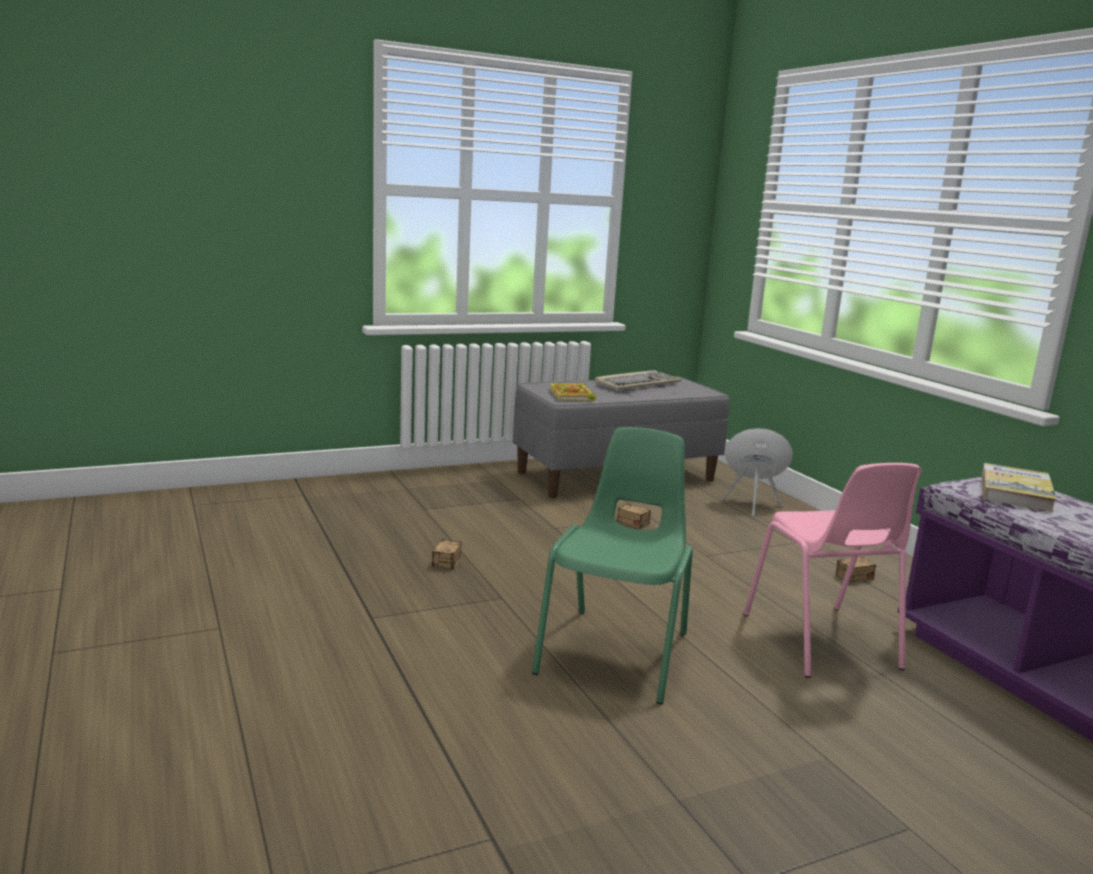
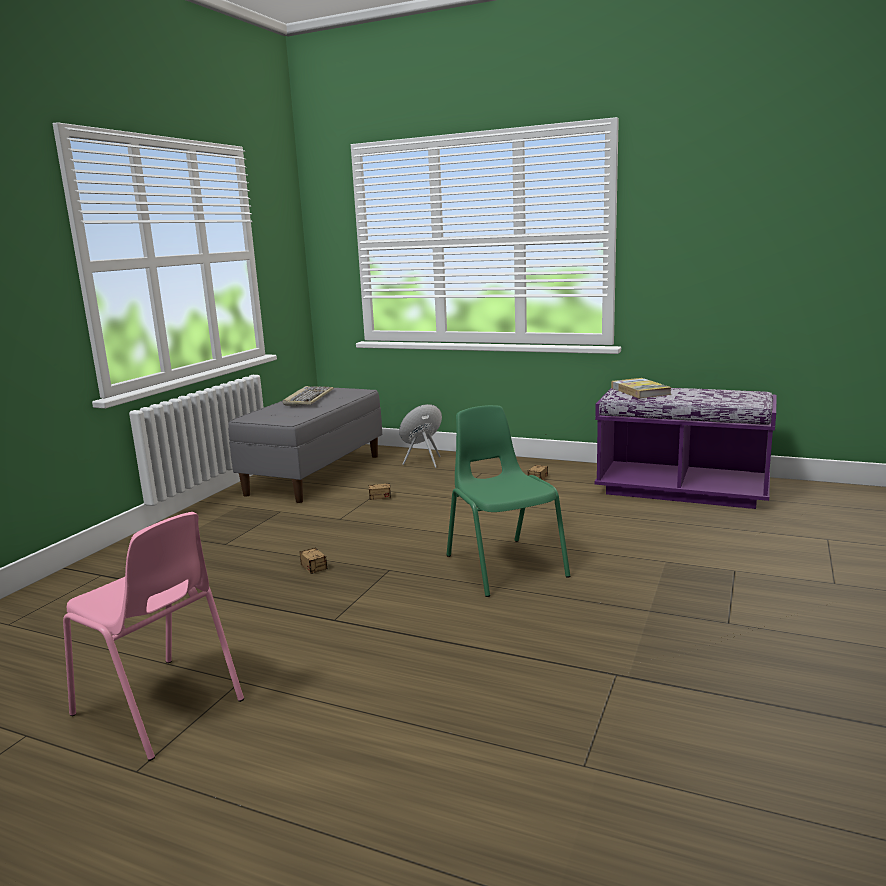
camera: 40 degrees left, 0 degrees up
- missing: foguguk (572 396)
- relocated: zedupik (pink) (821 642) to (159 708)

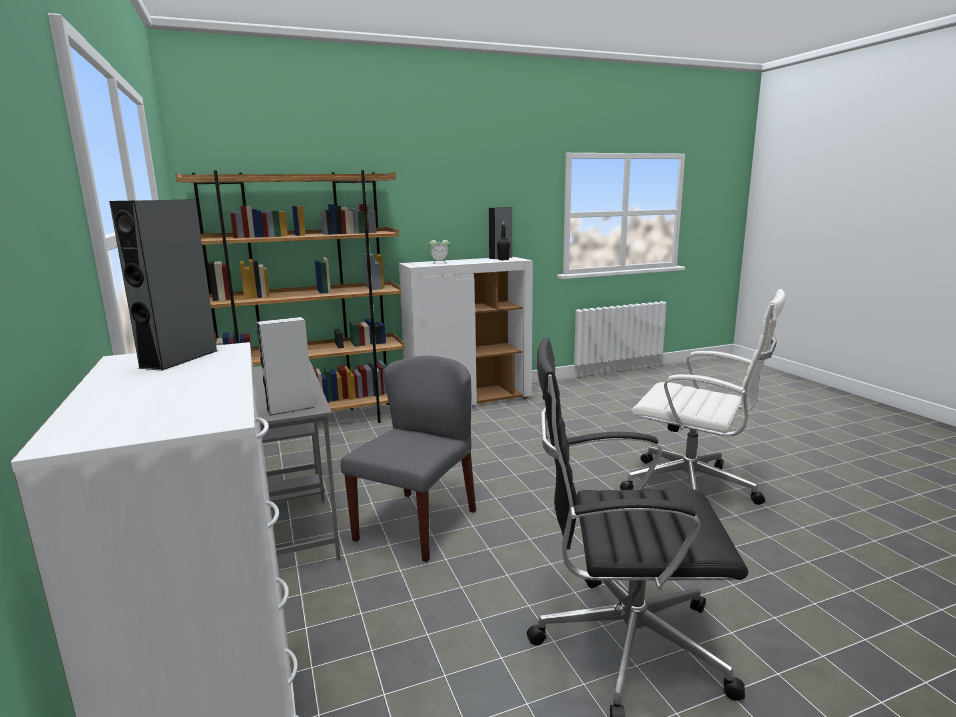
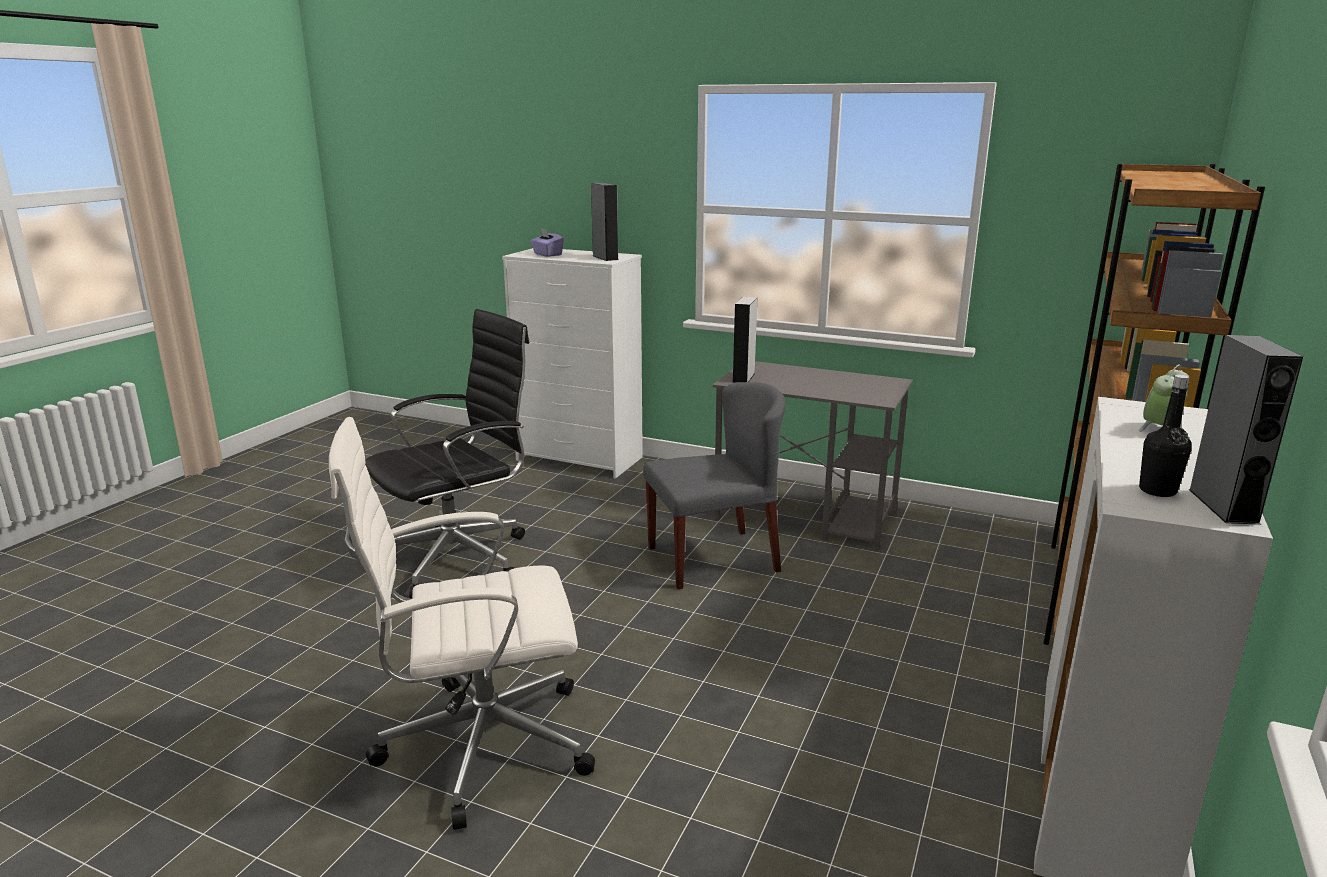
camera: 135 degrees right, 5 degrees up
- spun: zedupik (grey) (416 524) = (713 558) 90 degrees counterclockwise
- appeared: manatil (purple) (547 254)

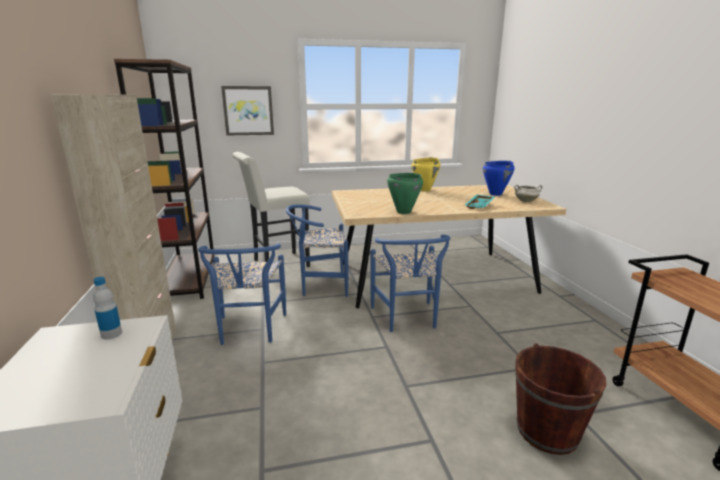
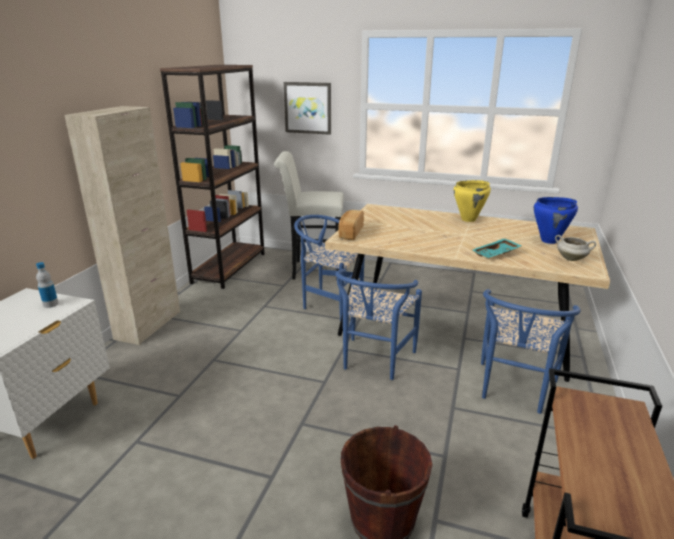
camera: 30 degrees right, 5 degrees up
- relocated: zedupik (blue) (249 331) to (513 391)
- missing: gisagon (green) (403 212)
- appeared: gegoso (350 233)

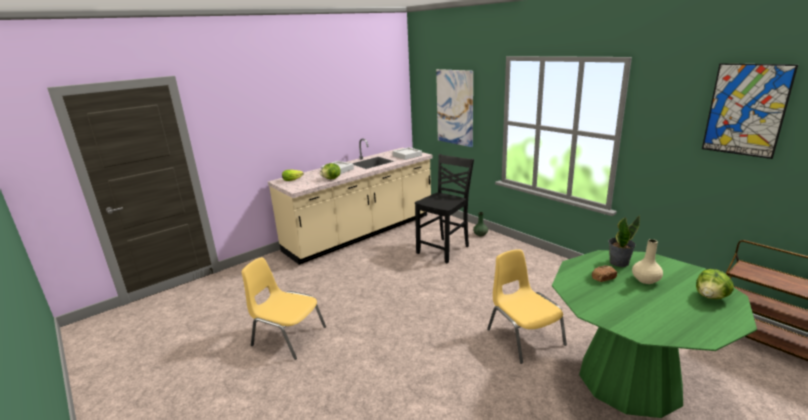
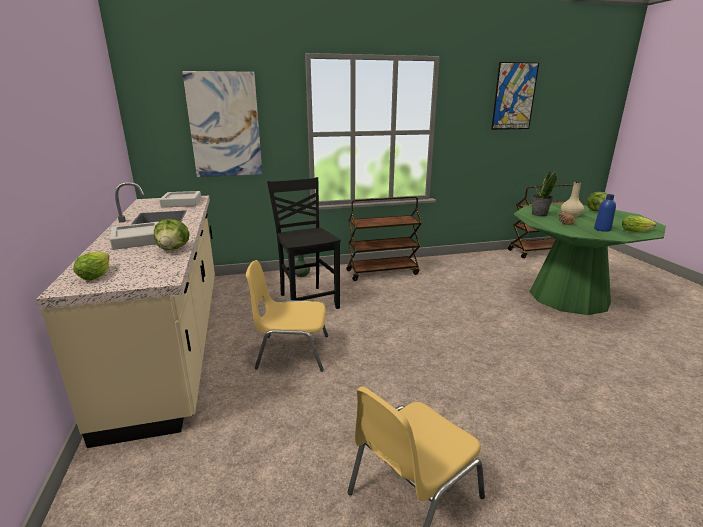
camera: 65 degrees left, 0 degrees up
- relocated: zedupik (yellow) (524 336) to (292 352)
- appeared: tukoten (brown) (382 272)
- appeared: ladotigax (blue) (602 229)
- appeared: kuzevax (637 231)

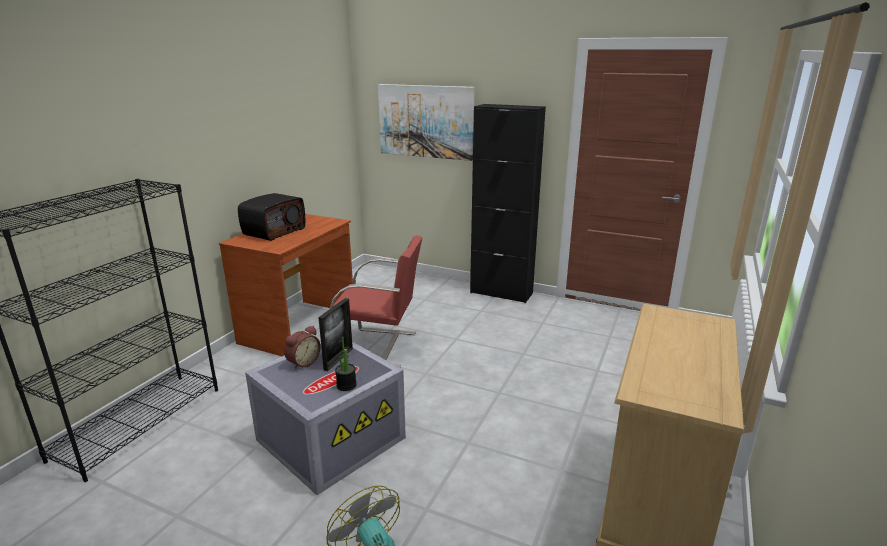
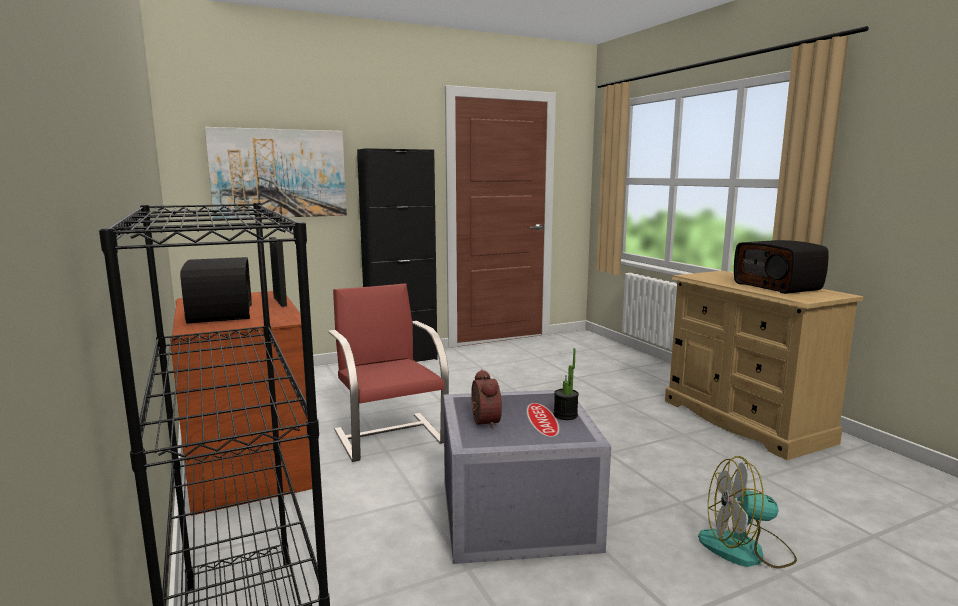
camera: 50 degrees left, 10 degrees down
- relocated: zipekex (338 359) to (280 301)
- spun: zedupik (red) (380 347) = (389 435) 75 degrees counterclockwise
- appeared: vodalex (778 286)

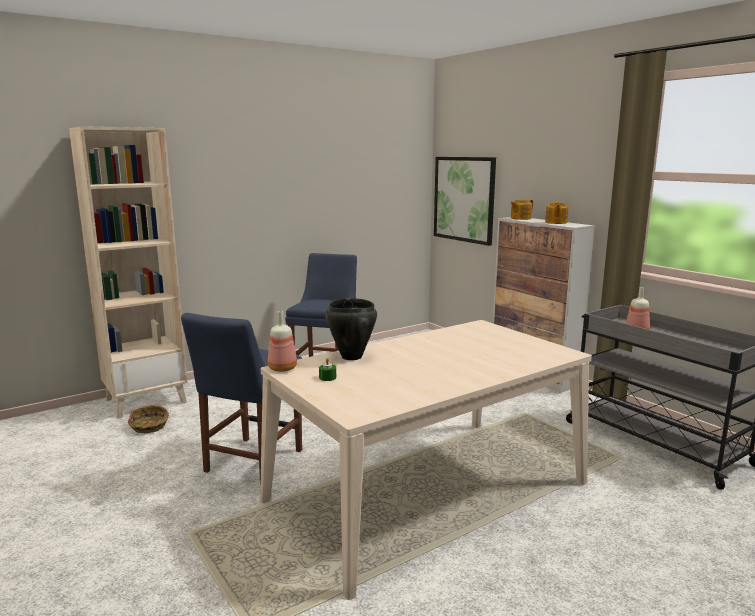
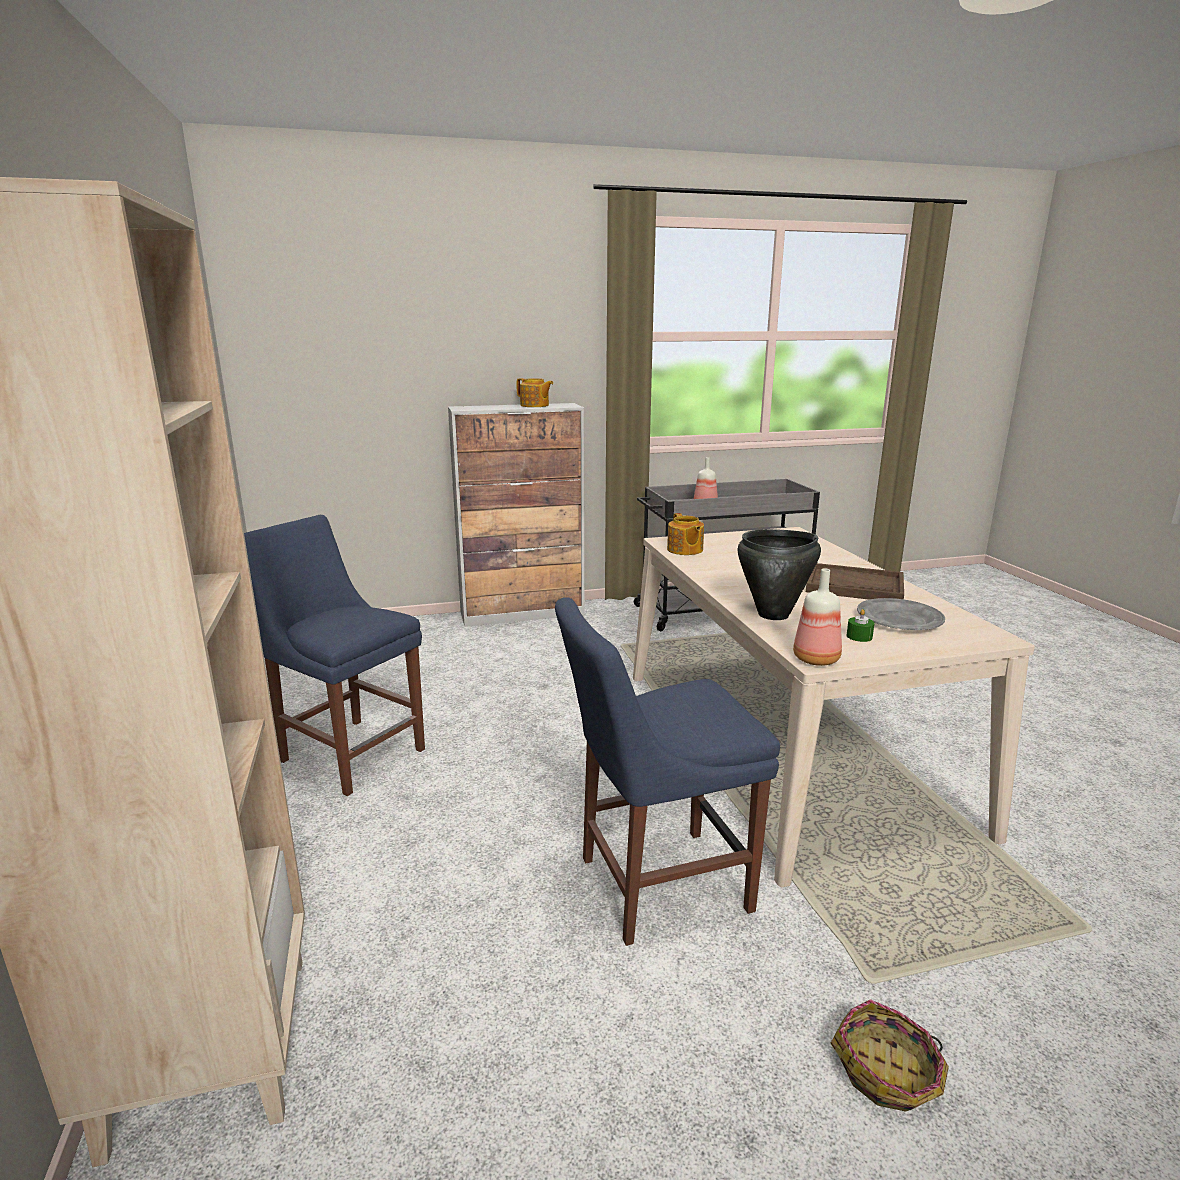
camera: 70 degrees left, 5 degrees up
- relocated: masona (149 427) to (888 1071)
- spun: zedupik (blue) (250 463) = (655 885) 120 degrees clockwise
- missing: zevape (464 199)
- relocated: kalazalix (520 218) to (684 550)
- appeared: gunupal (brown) (855 586)
- appeared: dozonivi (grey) (898 619)

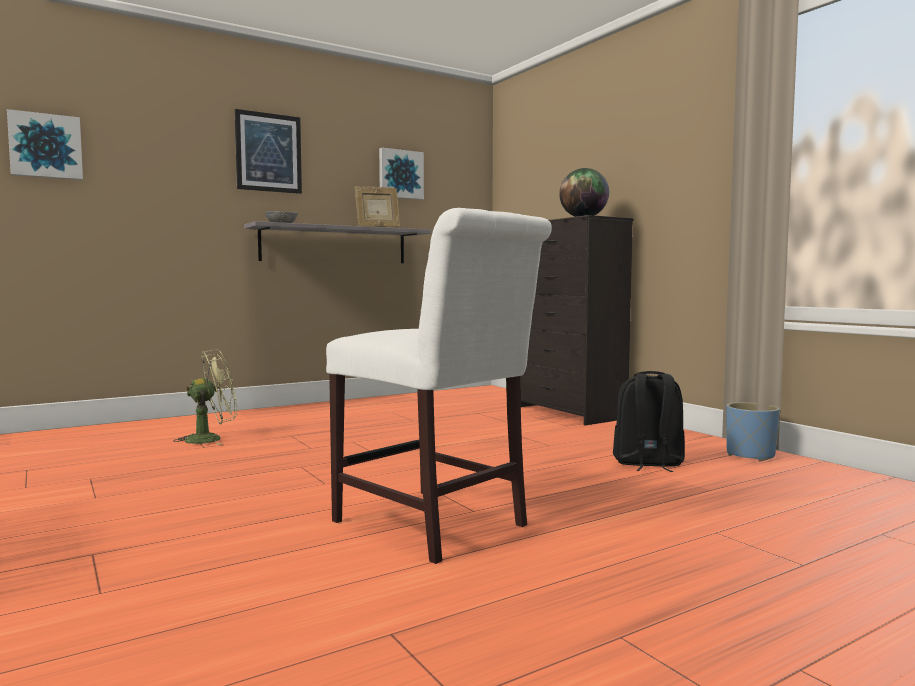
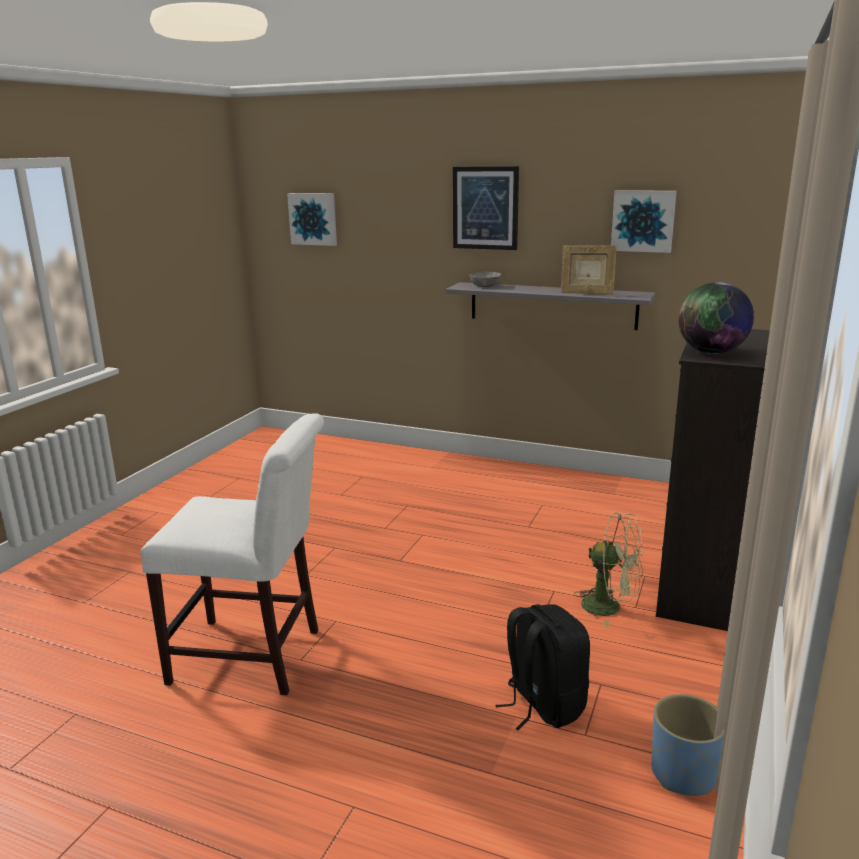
camera: 55 degrees right, 15 degrees up
- relocated: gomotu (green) (211 439) to (610 607)
- spun: zedupik (white) (436 526) = (254 657) 90 degrees counterclockwise

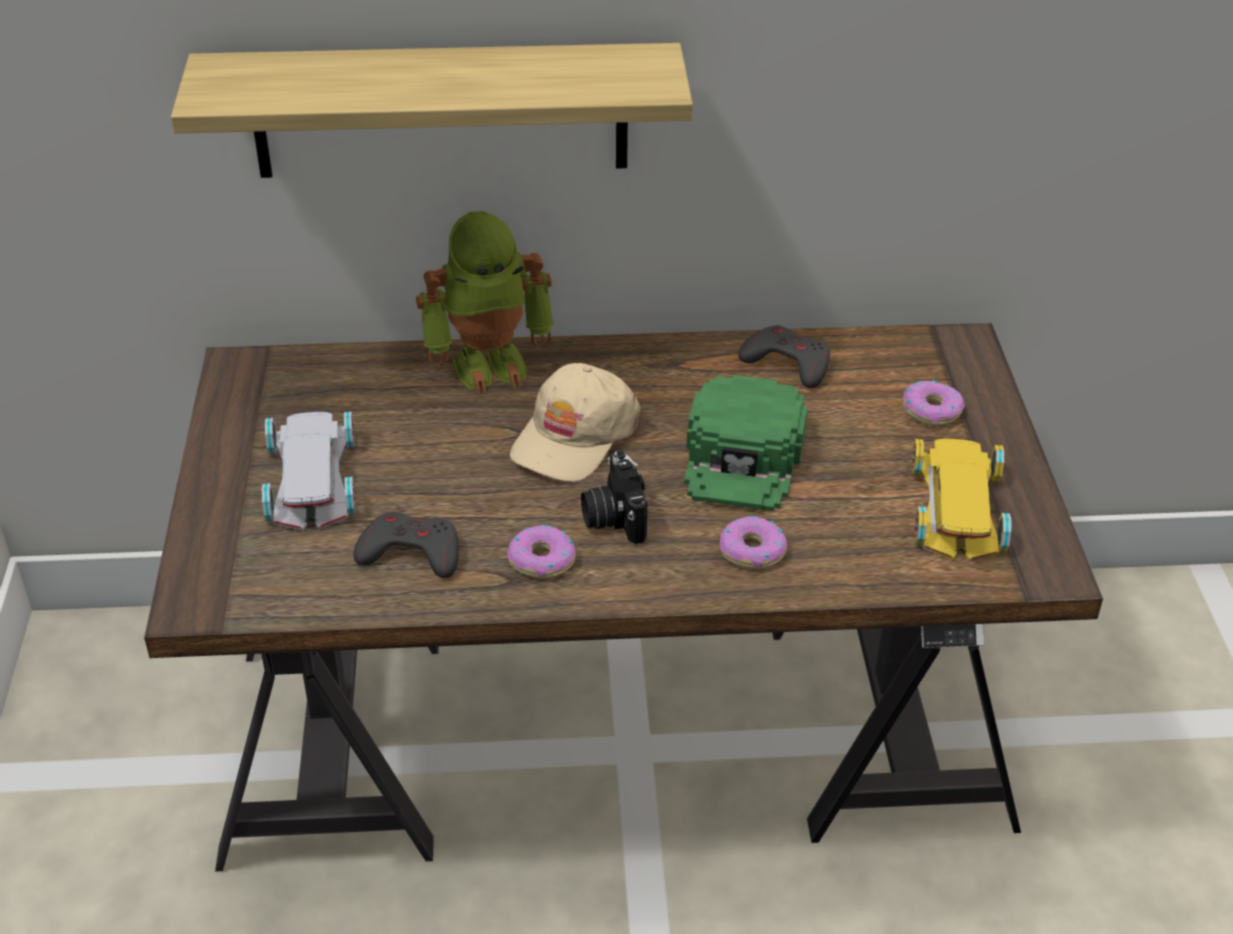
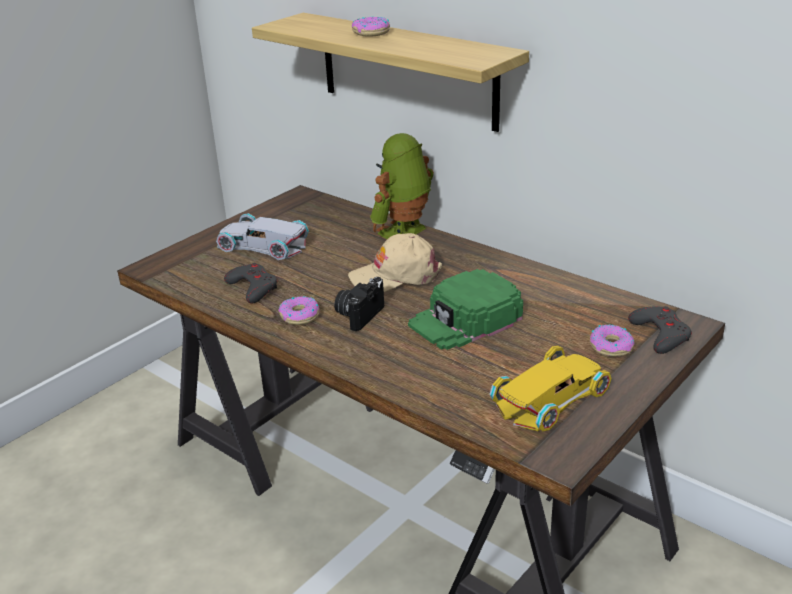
camera: 45 degrees right, 10 degrees down
- spun: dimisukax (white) (313 477) = (263 244) 105 degrees counterclockwise
- spun: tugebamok (489 363) = (405 233) 105 degrees clockwise
- relocated: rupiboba (752 551) to (371 33)
- relocated: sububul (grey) (787 363) to (660 334)

